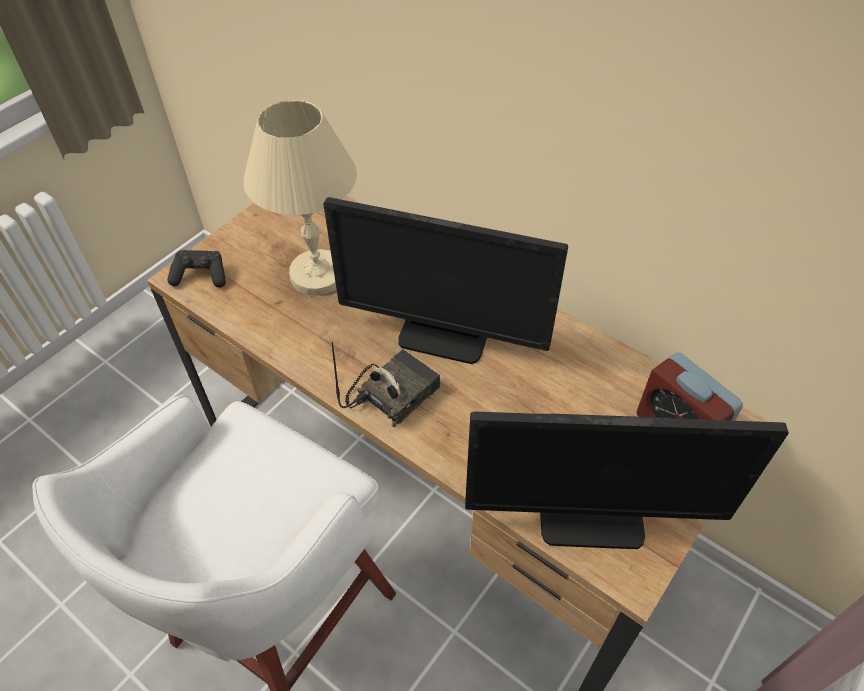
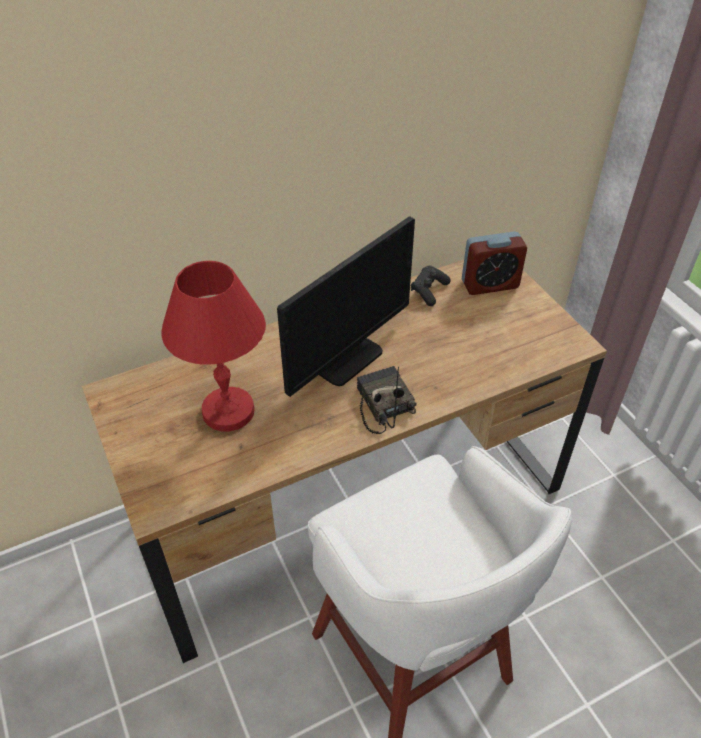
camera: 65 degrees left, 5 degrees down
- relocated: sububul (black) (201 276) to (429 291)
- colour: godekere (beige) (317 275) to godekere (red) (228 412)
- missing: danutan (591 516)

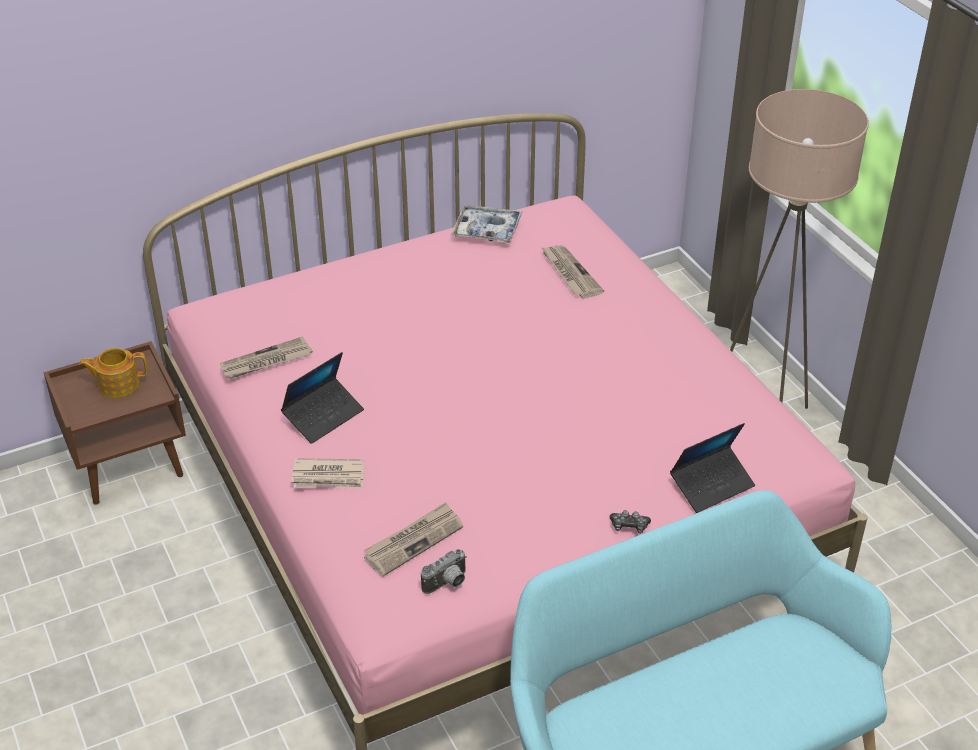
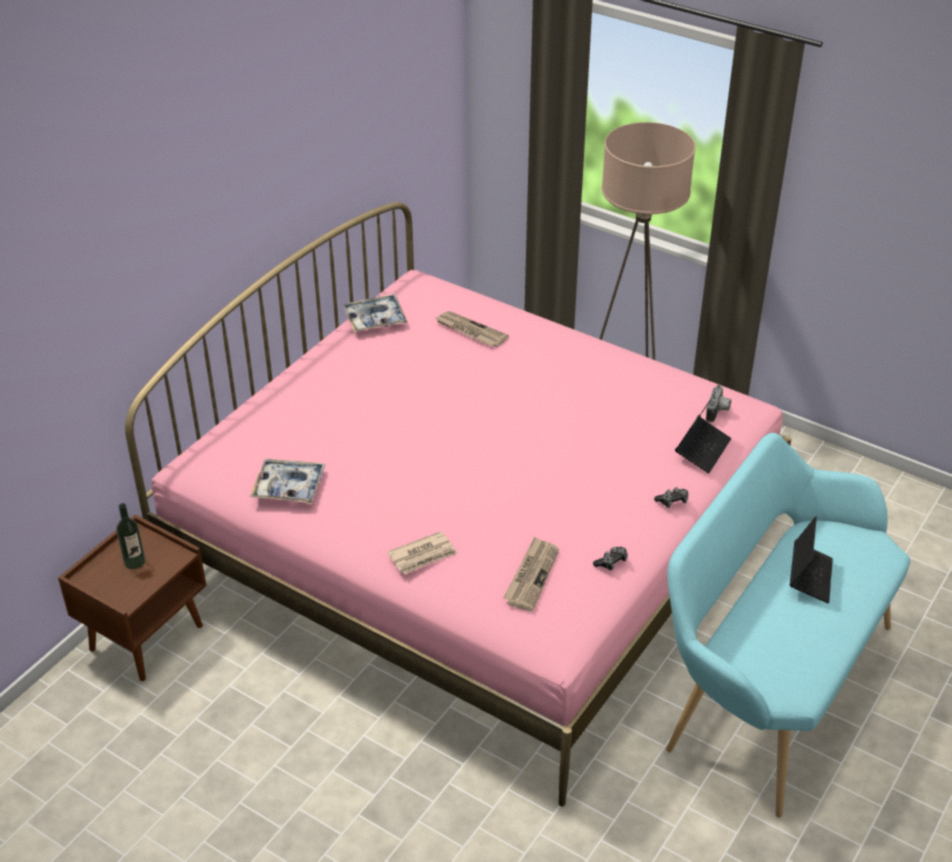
camera: 30 degrees left, 0 degrees up
- exchanged: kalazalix (118 384) to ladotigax (134 562)
- exchanged: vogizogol (266 362) to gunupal (289 487)
- relocated: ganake (323 416) to (810 577)
- relocated: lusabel (447 584) to (718 412)
- appeared: sububul (611 562)

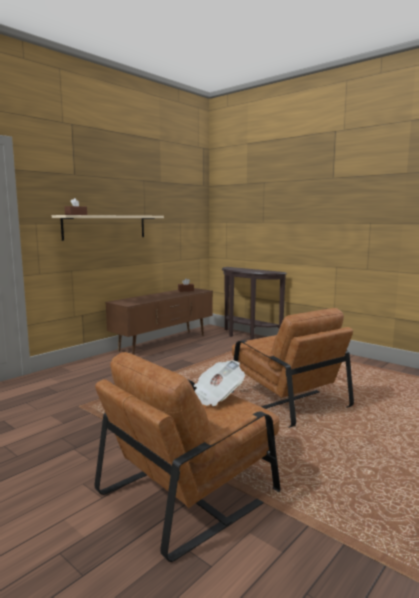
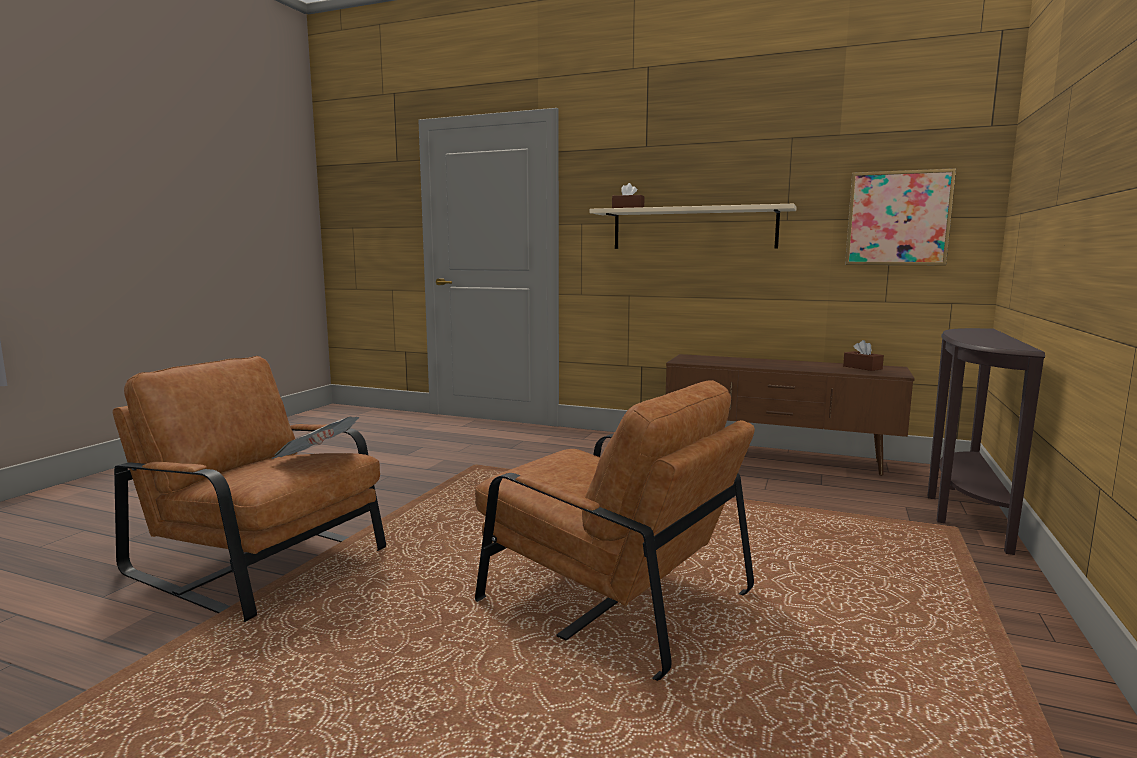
camera: 70 degrees right, 0 degrees up
- spun: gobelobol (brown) (286 399) = (609 597) 90 degrees counterclockwise
- appeared: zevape (898 218)

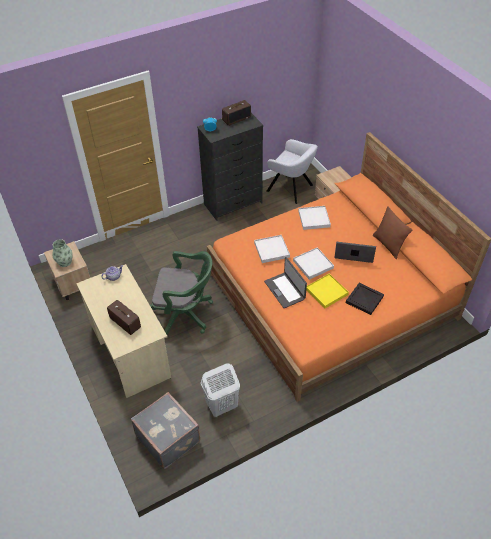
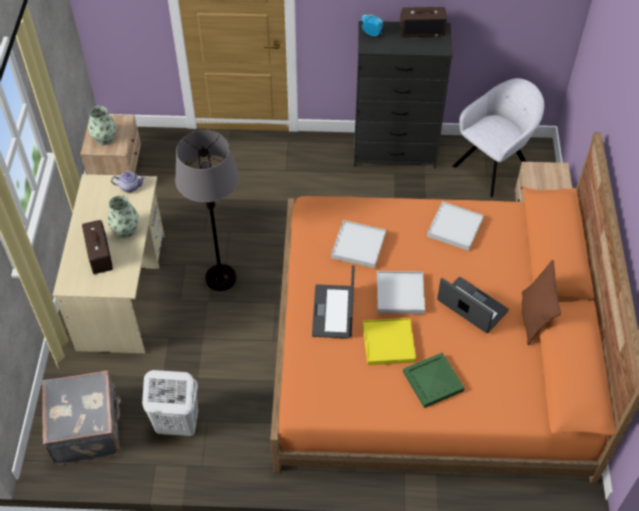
camera: 30 degrees right, 5 degrees up
- exchanged: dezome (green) (185 314) to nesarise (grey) (220 278)
- spun: gobelobol (grey) (291 189) = (493 165) 105 degrees counterclockwise
- colour: gunupal (black) (364 299) to gunupal (green) (432 381)
- appeared: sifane (126 230)

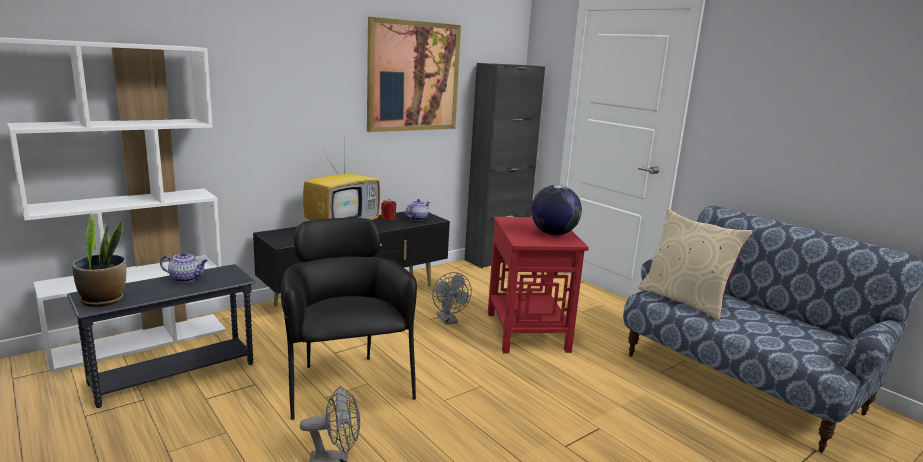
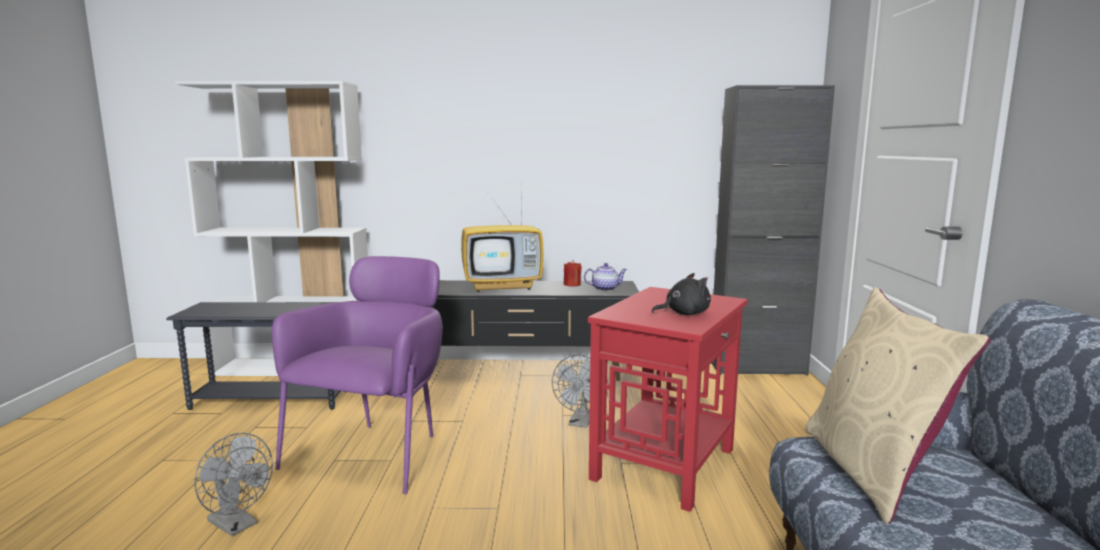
camera: 40 degrees right, 5 degrees down
- missing: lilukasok (103 300)
- missing: kalazalix (186 278)
- colour: gobelobol (black) (345 381) to gobelobol (purple) (375 451)
- missing: zevape (413 76)
- exchanged: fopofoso (553 234) to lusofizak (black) (684 313)

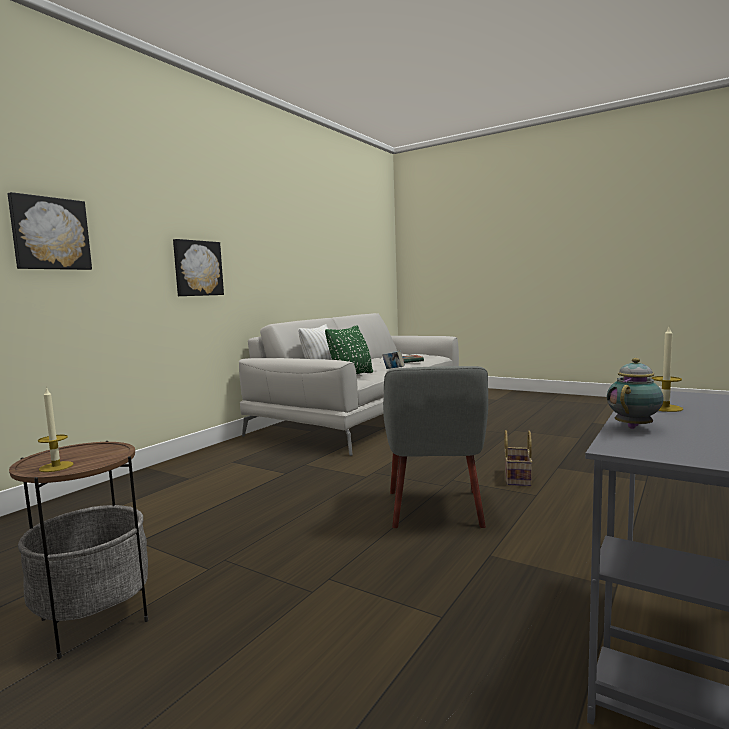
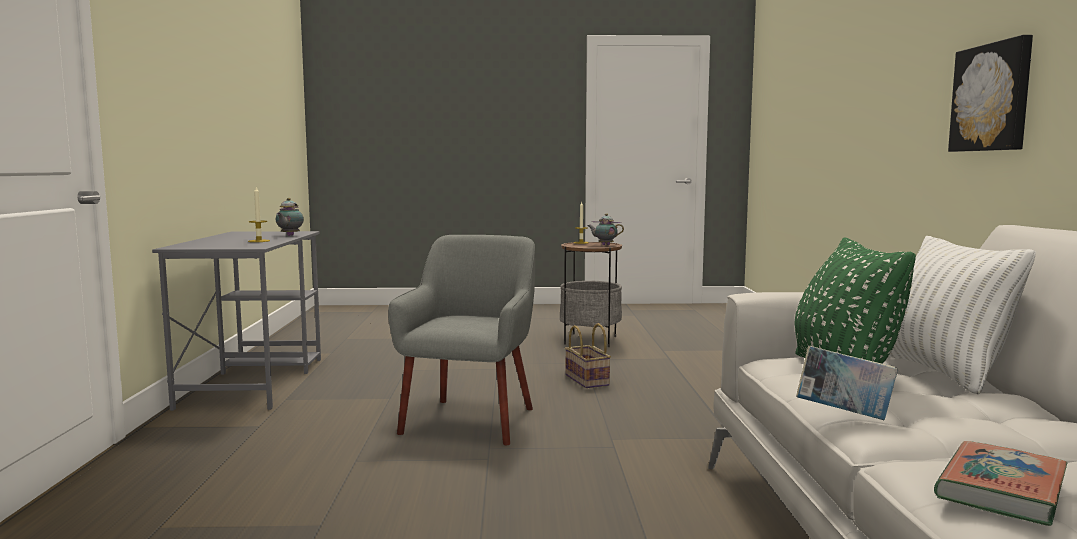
camera: 145 degrees right, 0 degrees up
- missing: zevape (50 234)
- spun: gobelobol (grey) (435 509) = (471 420) 45 degrees clockwise
- relocated: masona (516 477) to (588 380)
- appeared: kalazalix (604 245)

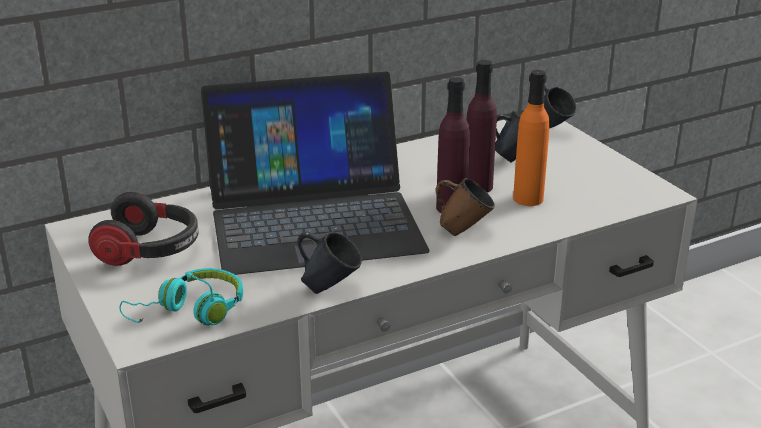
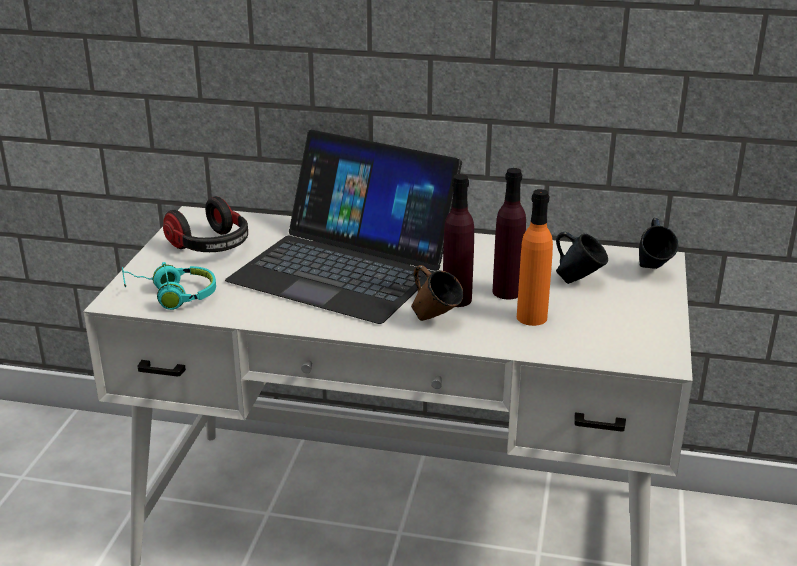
camera: 40 degrees right, 0 degrees up
- missing: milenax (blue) (329 289)

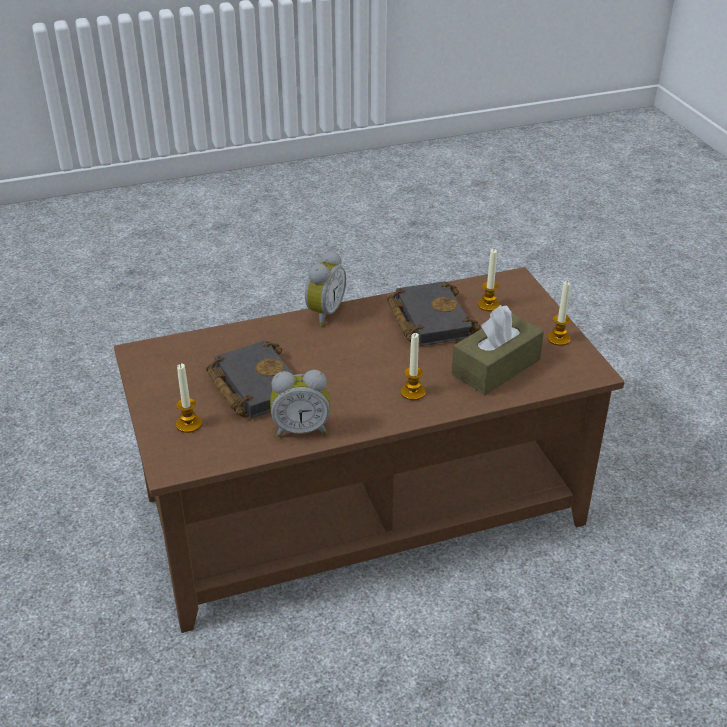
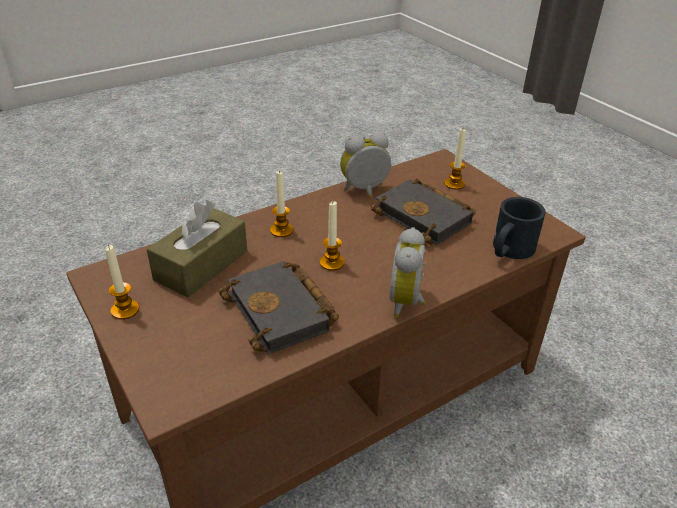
camera: 165 degrees right, 0 degrees up
- relocated: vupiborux (488 305) to (332 263)
- appeared: milenax (black) (509 251)

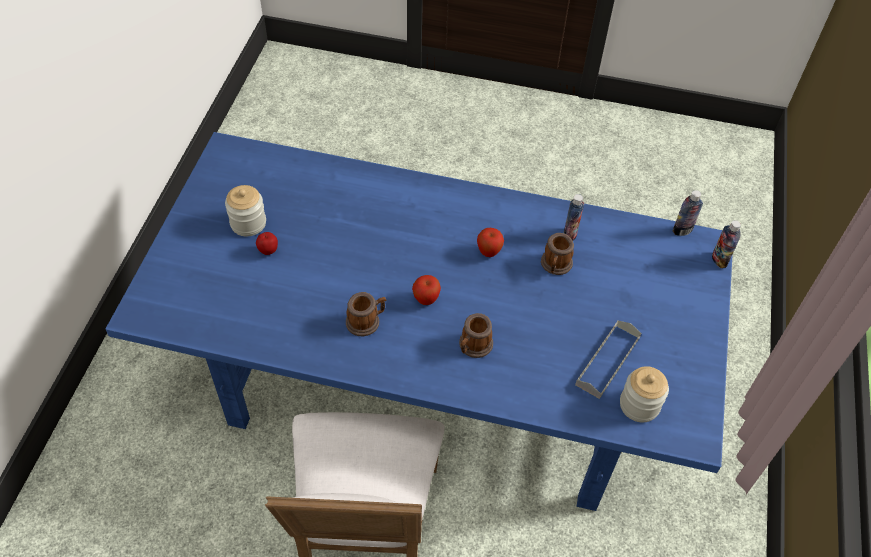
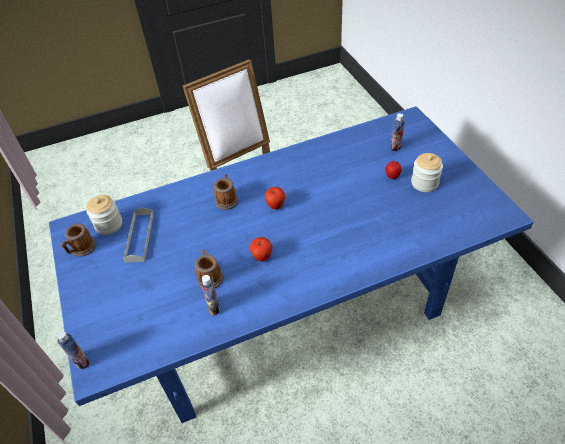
camera: 150 degrees right, 5 degrees down
- relocated: milenax (366 321) to (81 249)
- relocated: ladotigax (682 230) to (395 147)

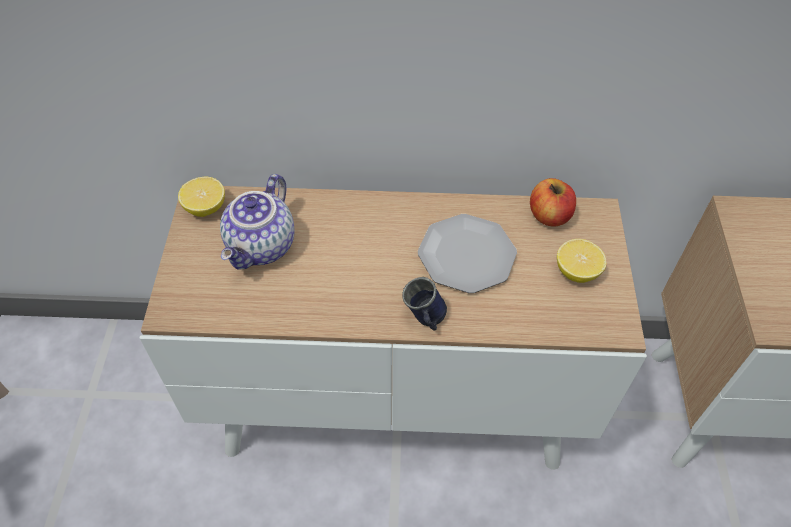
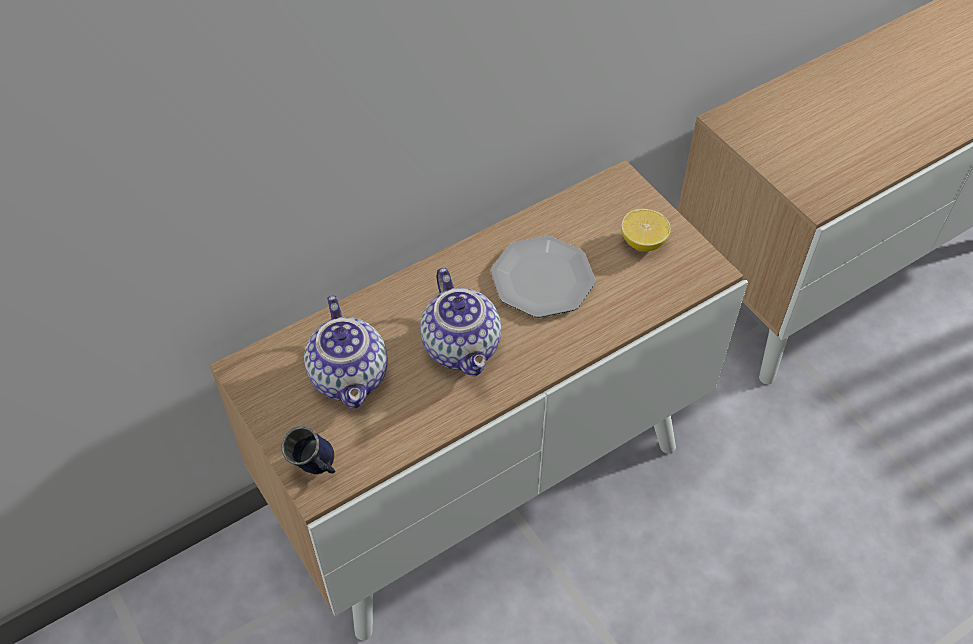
camera: 35 degrees left, 0 degrees up
- missing: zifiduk (205 207)
- relocated: milenax (blue) (425 321) to (316 469)
- missing: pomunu (549 216)
- appeared: kalazalix (463 347)

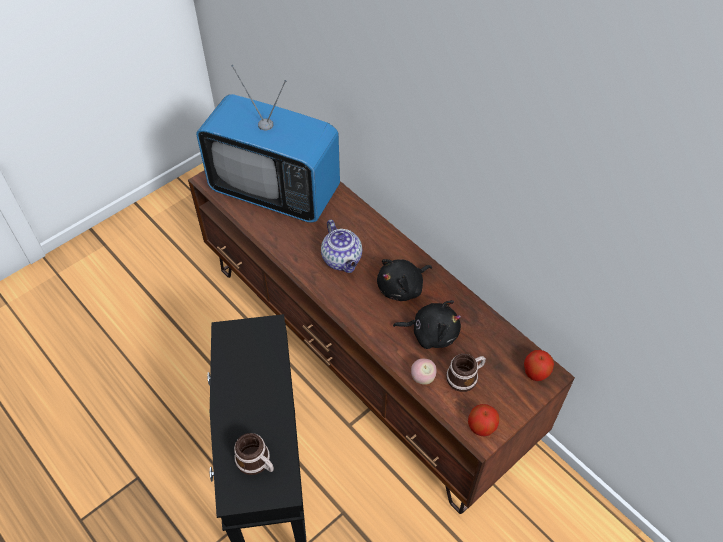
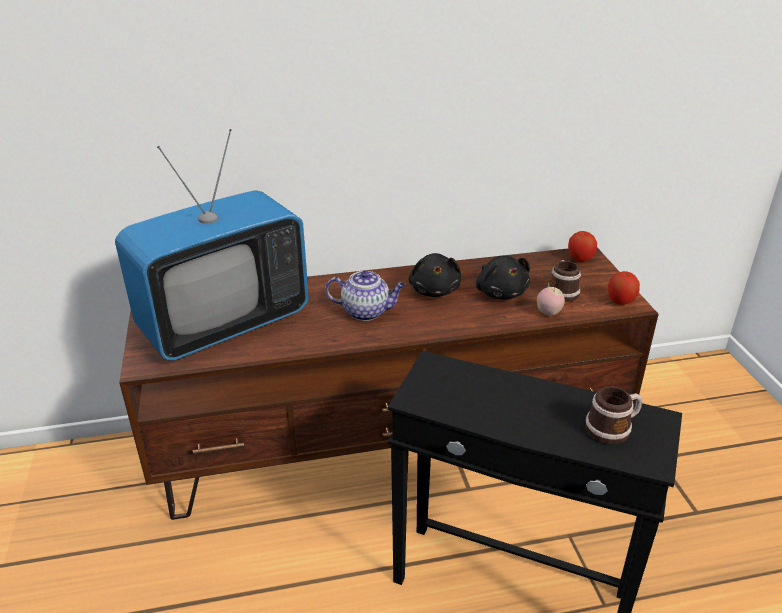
camera: 60 degrees left, 20 degrees down
- spun: lusofizak (black) (431 333) = (500 292) 120 degrees clockwise

